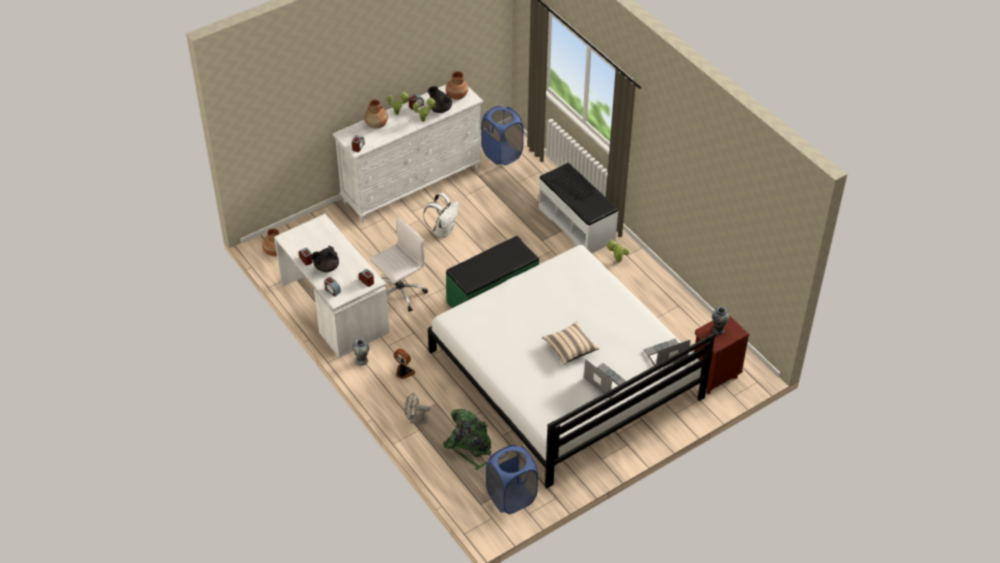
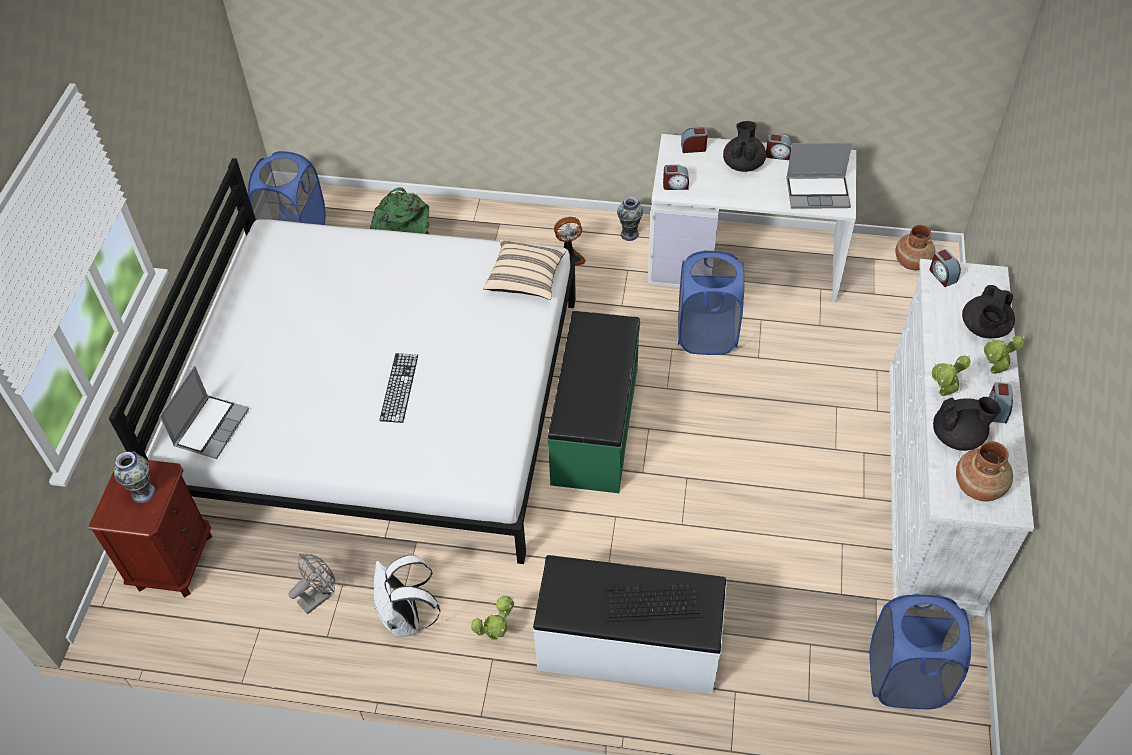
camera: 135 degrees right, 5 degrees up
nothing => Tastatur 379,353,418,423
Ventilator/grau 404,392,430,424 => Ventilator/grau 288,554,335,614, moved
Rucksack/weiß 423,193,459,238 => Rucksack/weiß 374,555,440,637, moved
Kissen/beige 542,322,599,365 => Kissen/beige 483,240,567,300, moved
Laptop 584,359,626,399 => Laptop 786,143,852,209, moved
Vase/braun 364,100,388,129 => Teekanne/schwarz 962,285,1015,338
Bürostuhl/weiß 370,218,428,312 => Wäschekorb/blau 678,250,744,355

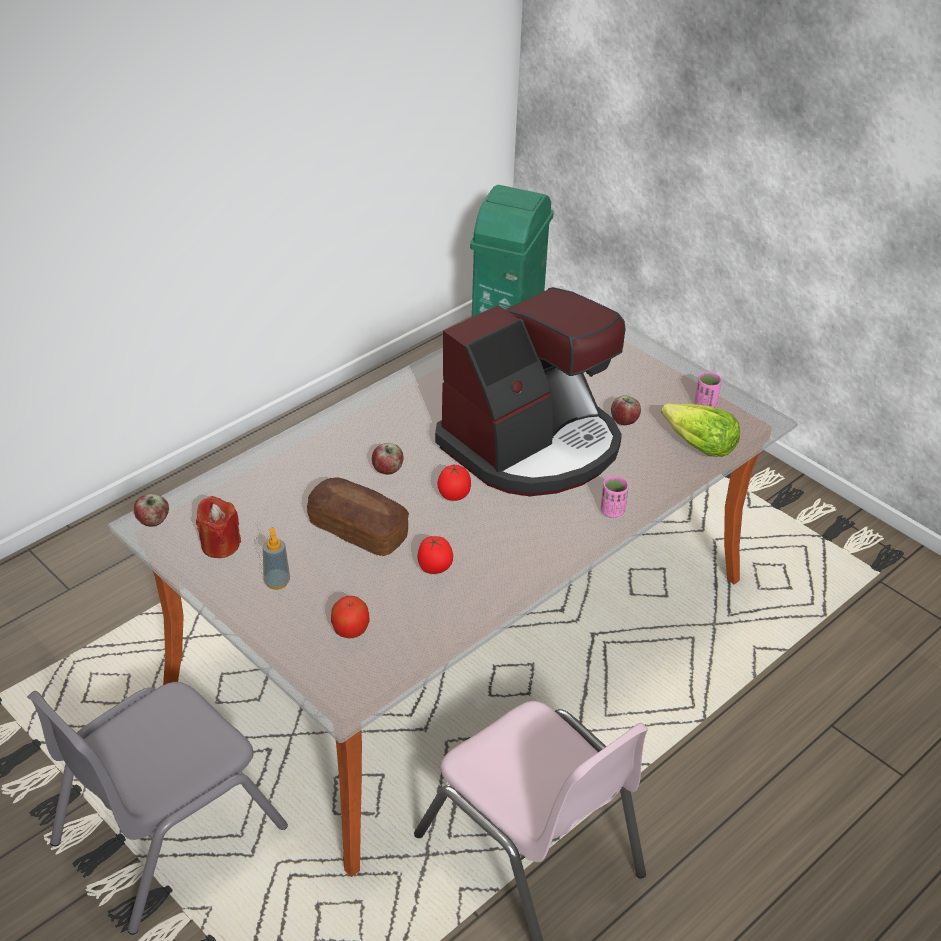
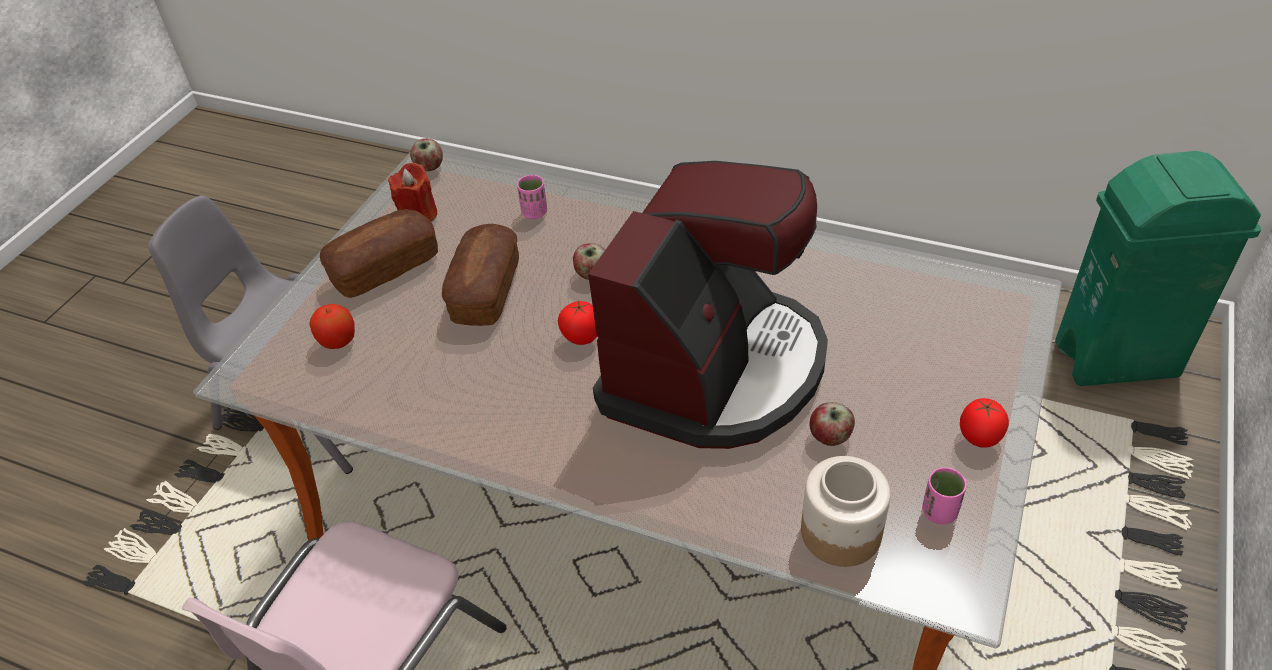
camera: 70 degrees right, 5 degrees up
Tomate 418,536,453,574 => Tomate 960,398,1009,448, moved
Tasse/rosa 601,476,629,517 => Tasse/rosa 517,175,547,219, moved
Seifenspender 263,528,290,590 => Brot 320,209,438,298
Salatkopf 661,403,740,457 => Vorratsglas 801,456,891,567
Kaffeemaschine 435,287,626,496 => Kaffeemaschine 588,161,828,449, 90 degrees counterclockwise

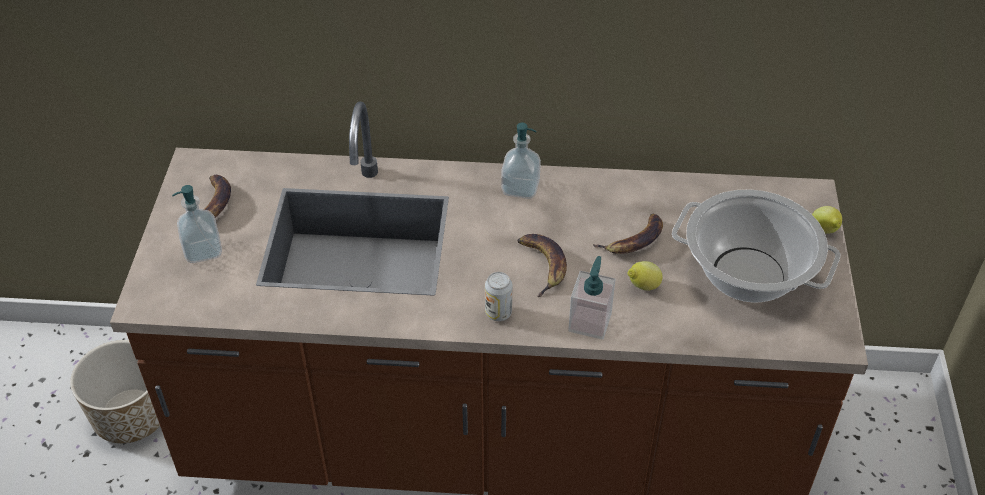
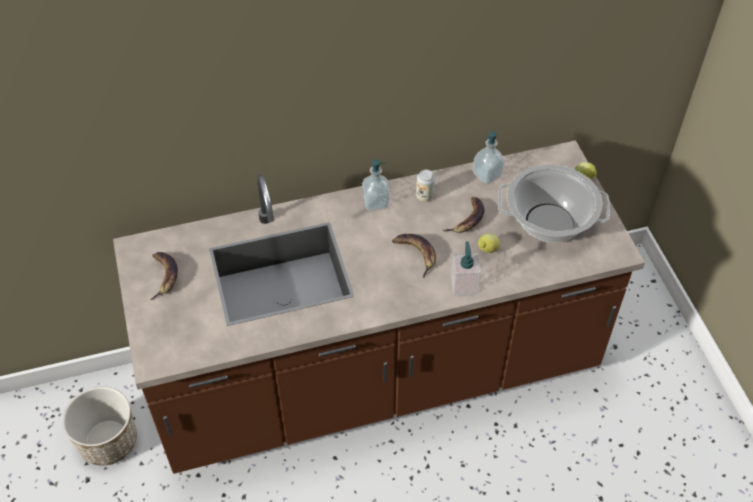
camera: 20 degrees left, 5 degrees up
Seifenspender 172,185,222,263 => Seifenspender 473,131,505,184, moved
Dose 485,272,512,321 => Dose 416,170,435,202, moved

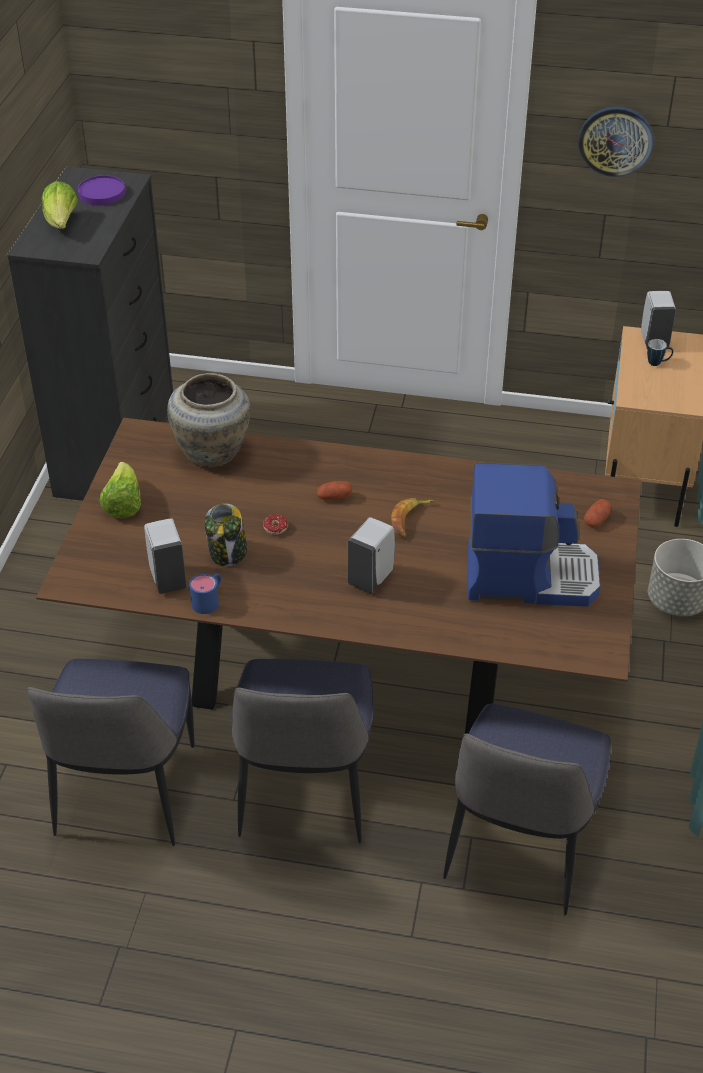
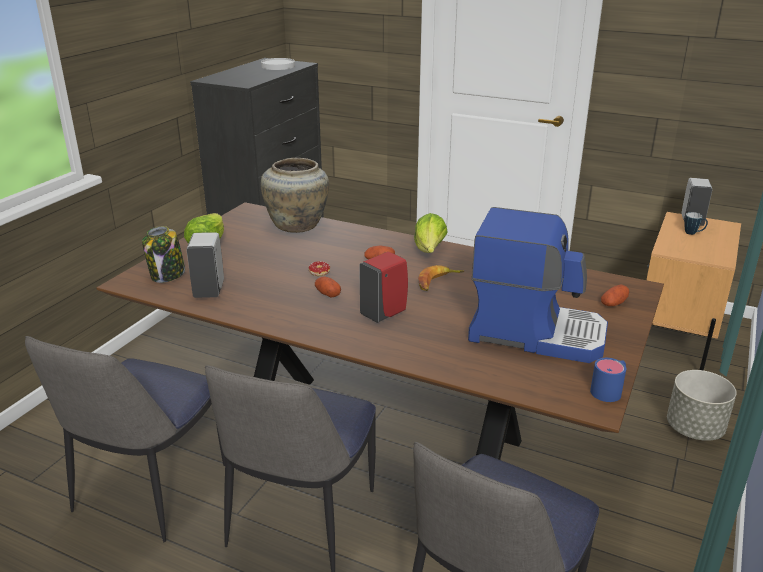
camera: 15 degrees right, 15 degrees down
Wanduhr 578,106,653,177 => nothing
nothing => Kartoffel 315,277,341,298
Salatkopf 42,181,78,229 => Salatkopf 414,213,448,253, moved
Henkelbecher/blau 189,573,221,614 => Henkelbecher/blau 590,358,626,402, moved
Vorratsglas 204,504,247,567 => Vorratsglas 142,226,185,283, moved
Teller/lila 78,175,125,206 => Teller/weiß 261,58,295,70
Seifenspender/weiß 348,517,395,594 => Seifenspender/rot 359,252,408,323

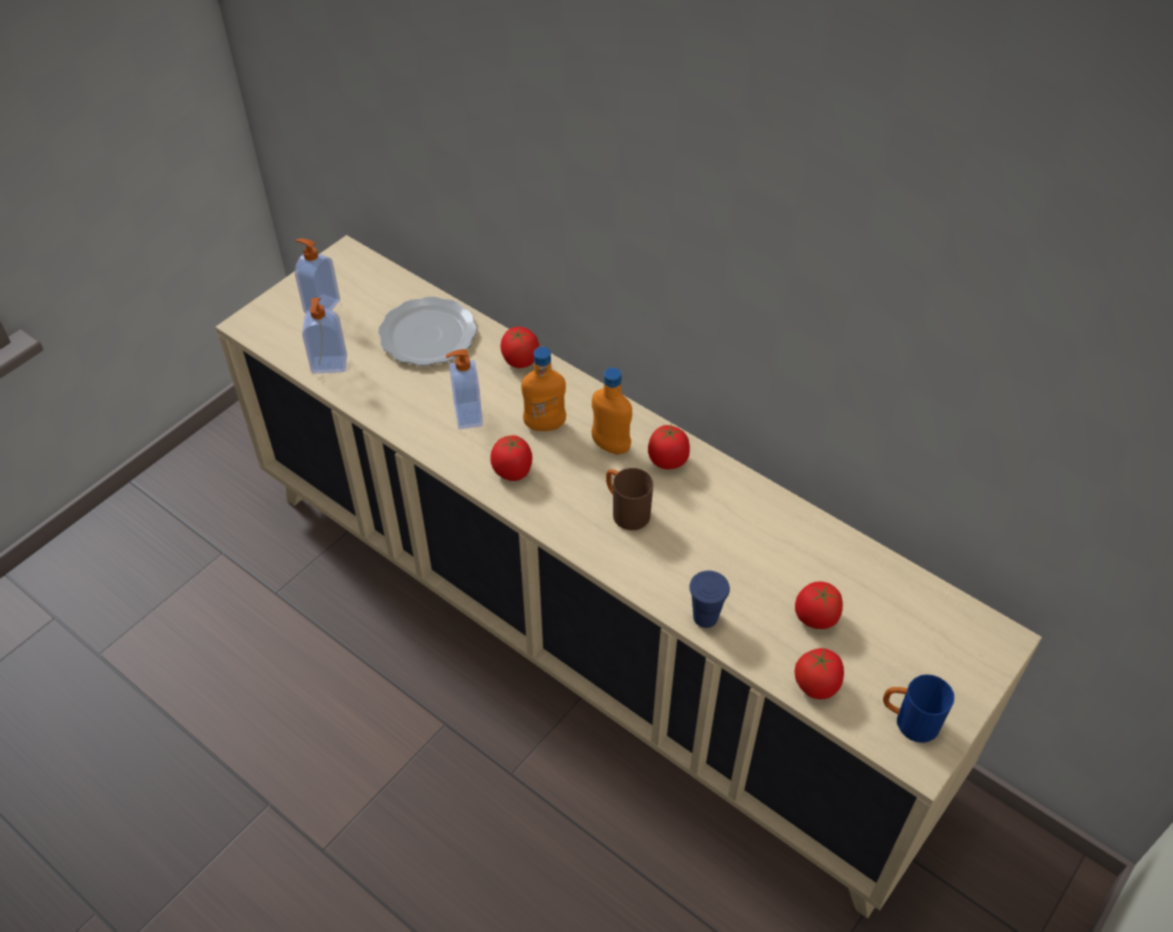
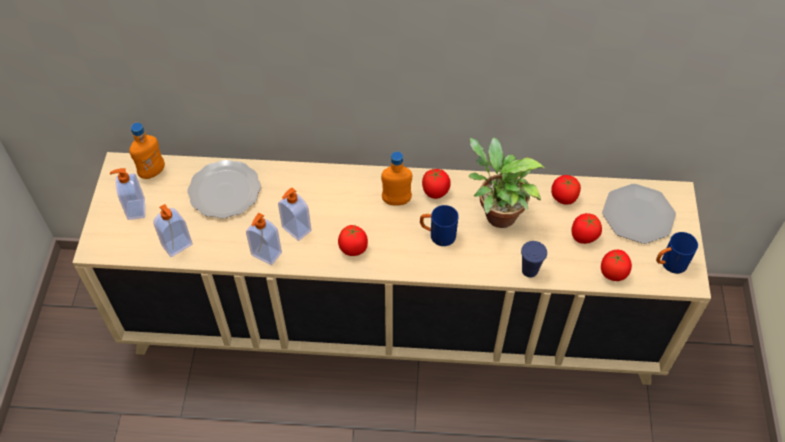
camera: 35 degrees left, 5 degrees up
nothing => Seifenspender 246,213,282,265
nothing => Topfpflanze 469,137,545,228
nothing => Teller 602,184,676,244
Tomate 500,327,539,368 => Tomate 551,175,581,204, moved
Flasche/orange 521,347,566,431 => Flasche/orange 129,123,165,179, moved
Henkelbecher/braun 606,468,653,530 => Henkelbecher/blau 420,205,459,246

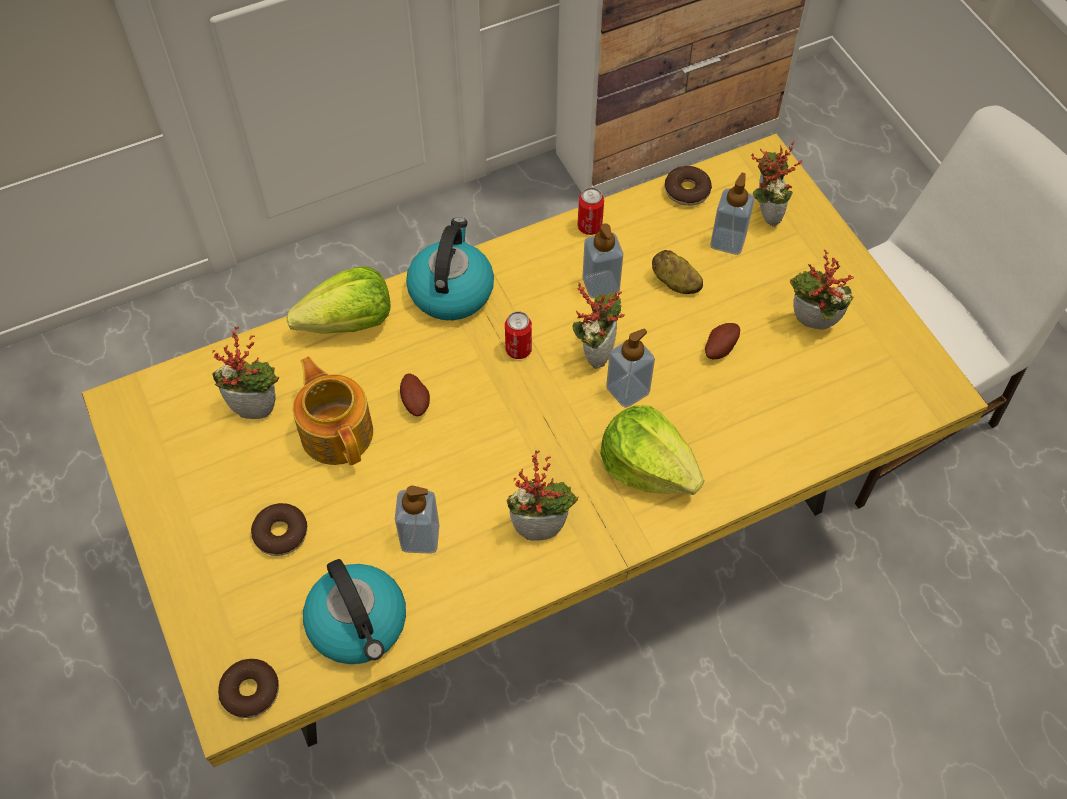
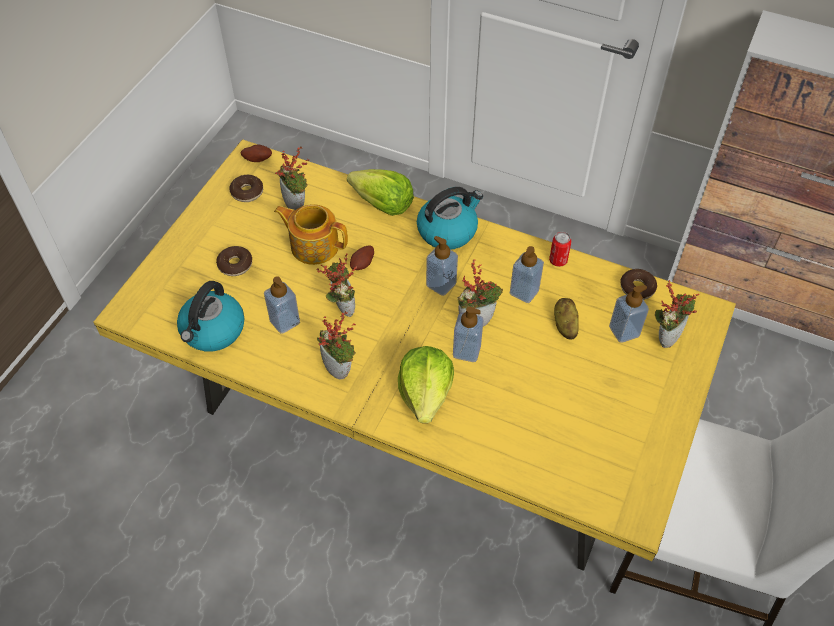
camera: 50 degrees right, 5 degrees down
Donut 218,659,279,718 => Donut 229,175,263,202, moved
Kartoffel 705,323,740,359 => Kartoffel 241,144,272,162, moved
Topfpflanze 790,249,854,330 => Topfpflanze 317,253,357,317, moved
Dose 505,312,532,359 => Seifenspender 426,236,458,296
Teekanne 293,356,373,465 => Teekanne 274,204,348,265, 90 degrees counterclockwise

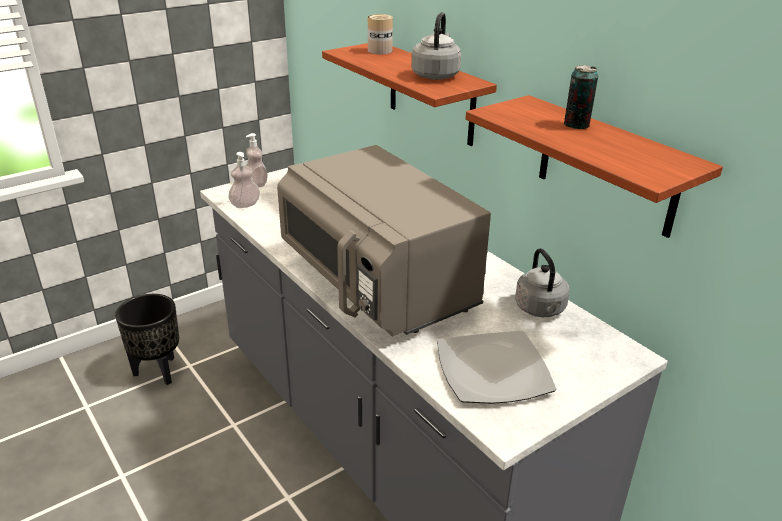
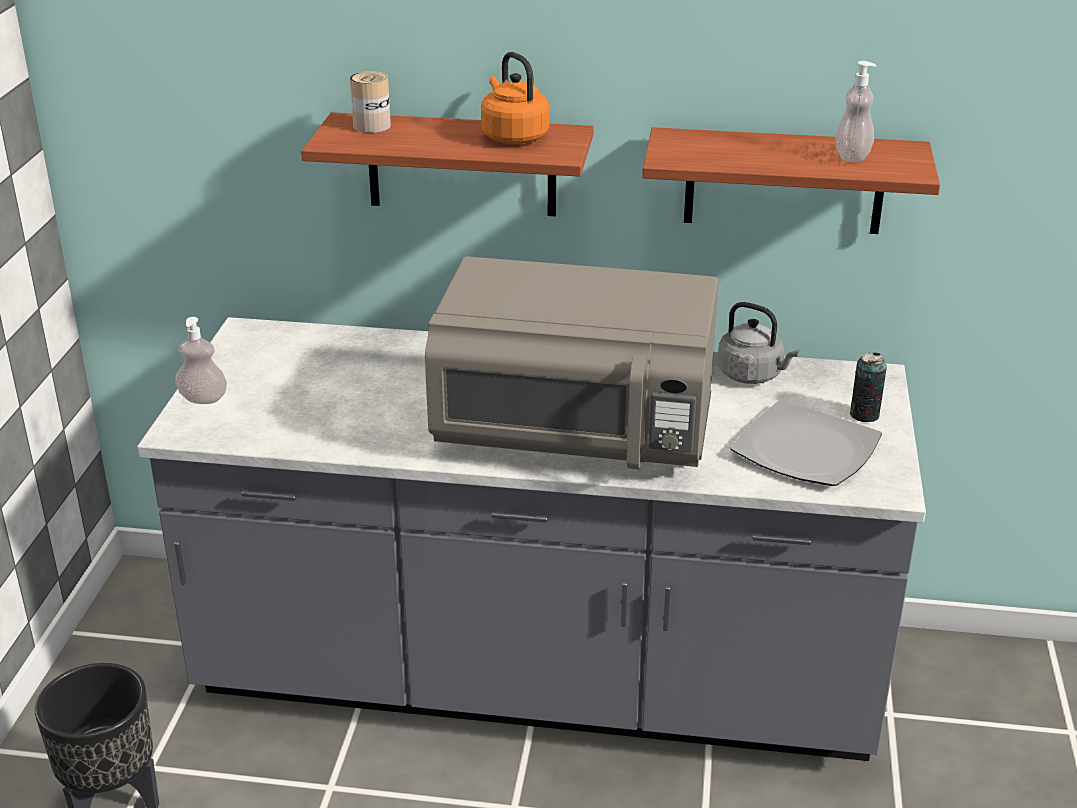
camera: 45 degrees left, 0 degrees up
Seifenspender 228,152,260,208 => Seifenspender 835,61,876,162, moved
Dose 564,65,598,129 => Dose 850,352,887,422, moved
Wasserkessel/grau 412,12,461,80 => Wasserkessel/orange 481,52,550,144

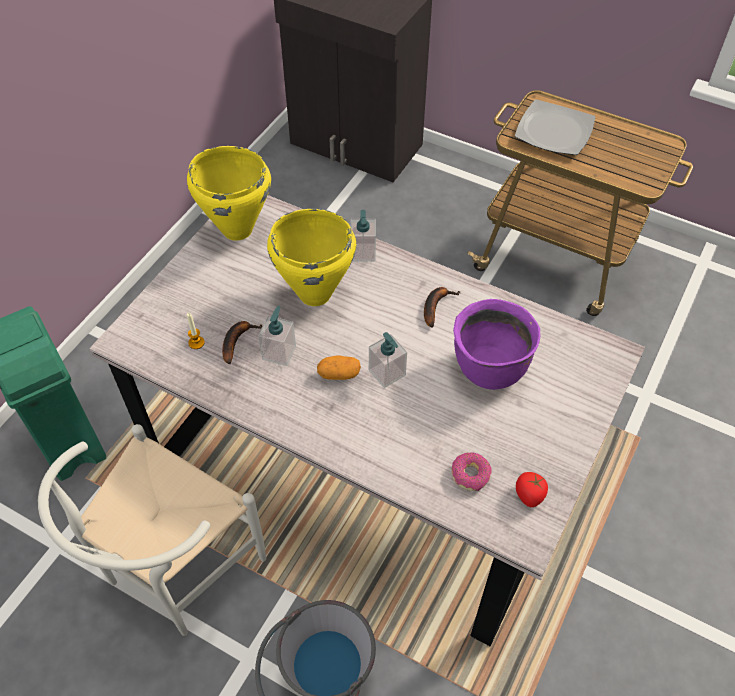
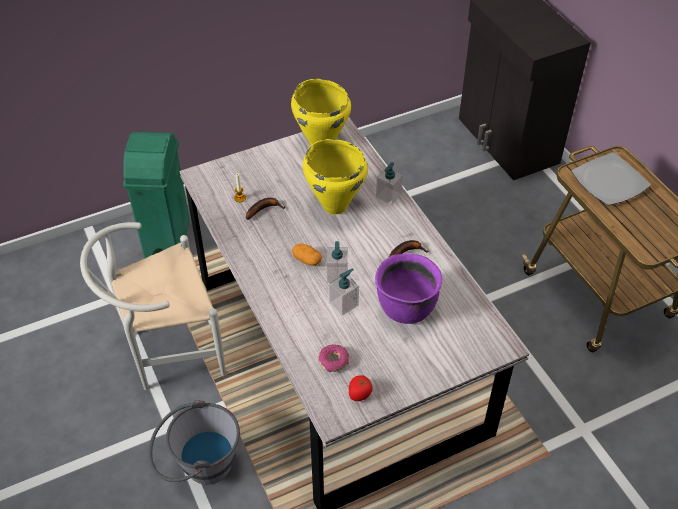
camera: 35 degrees right, 5 degrees down
Seifenspender 258,306,296,366 => Seifenspender 329,269,359,316, moved

